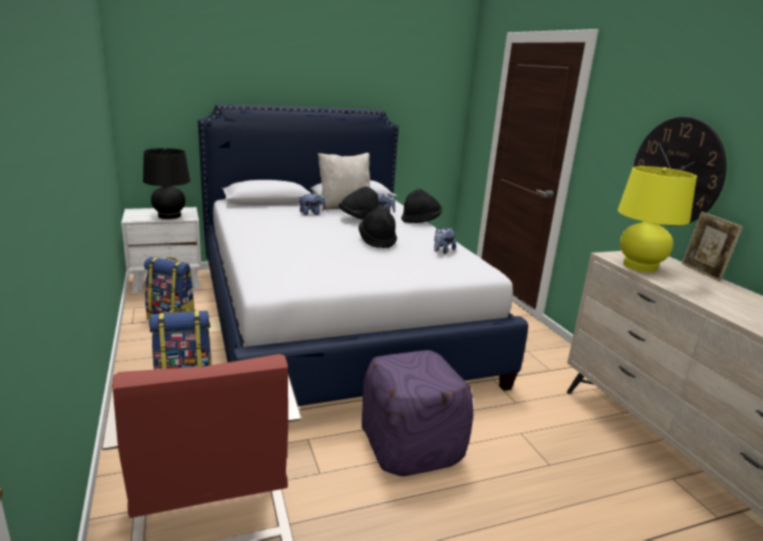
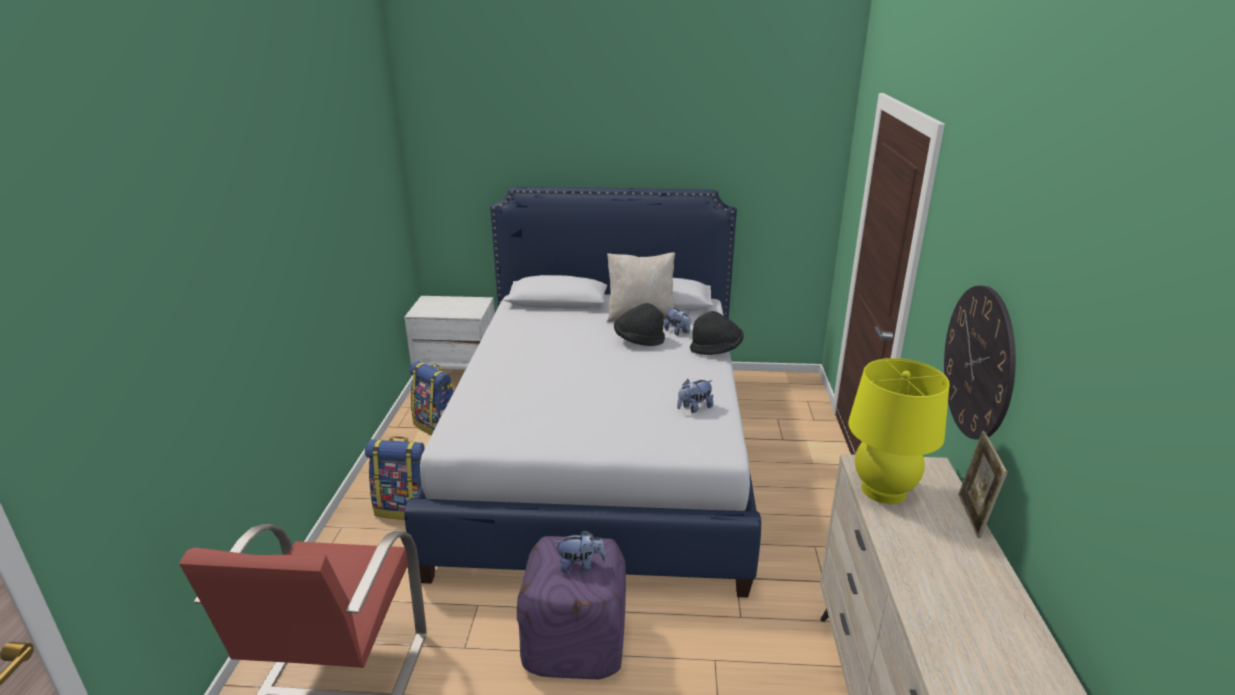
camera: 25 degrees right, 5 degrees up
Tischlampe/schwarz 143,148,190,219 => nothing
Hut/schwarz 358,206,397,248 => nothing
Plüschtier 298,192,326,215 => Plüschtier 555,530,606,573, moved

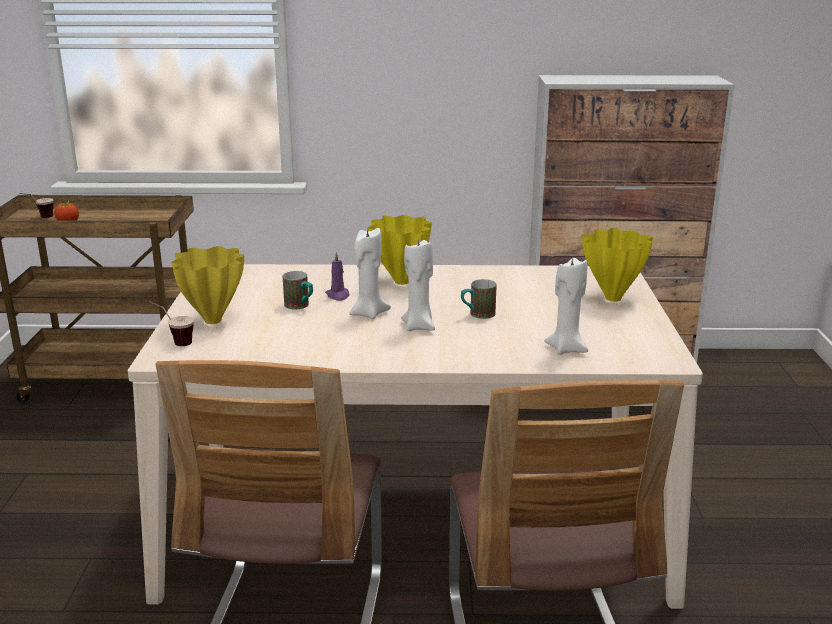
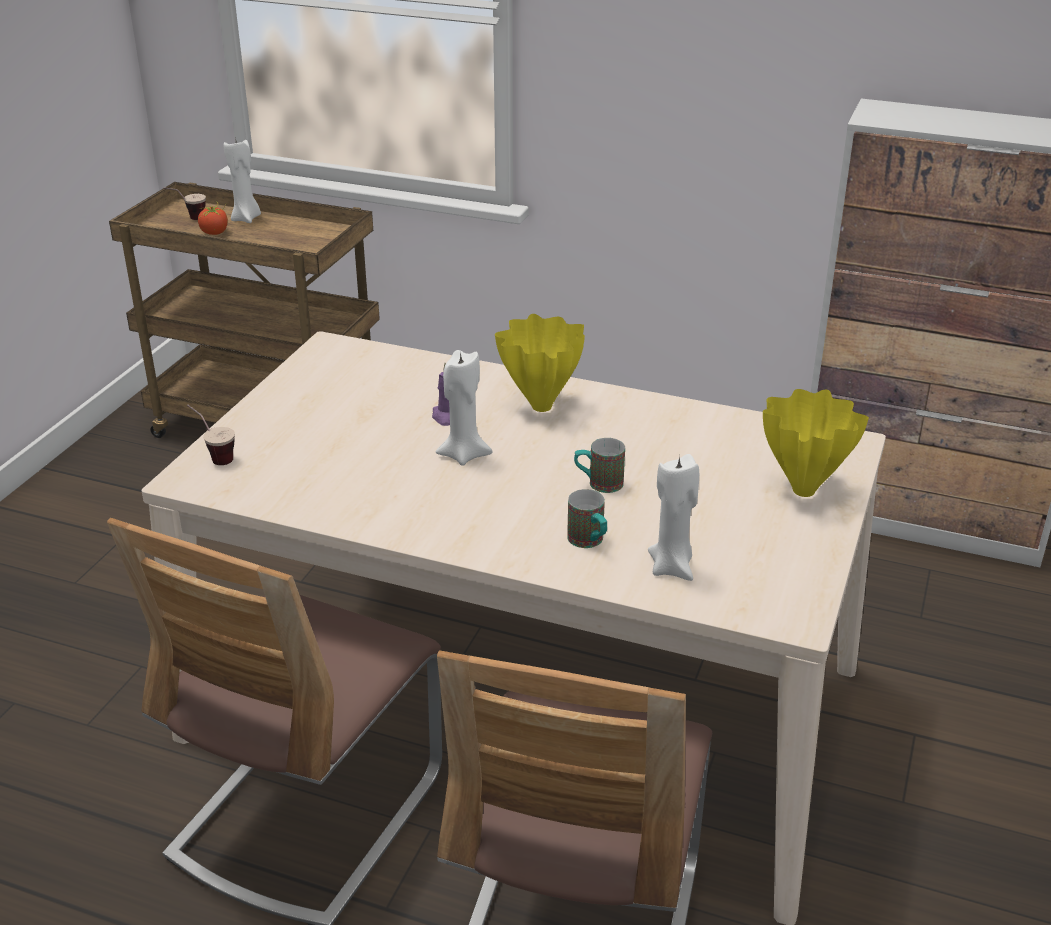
camera: 20 degrees right, 10 degrees up
Vase/gelb 171,246,244,324 => nothing
Henkelbecher 283,271,313,309 => Henkelbecher 567,489,607,548, moved
Kerze/weiß 401,238,435,331 => Kerze/weiß 224,137,261,223, moved

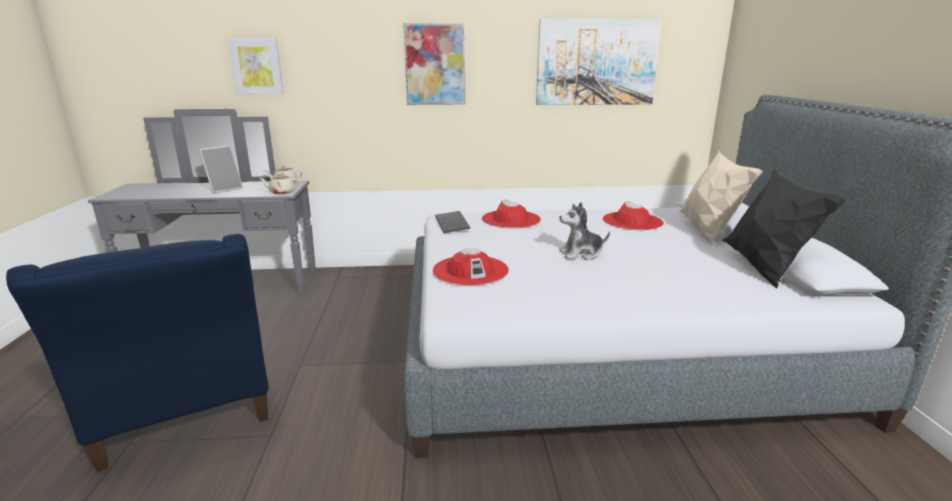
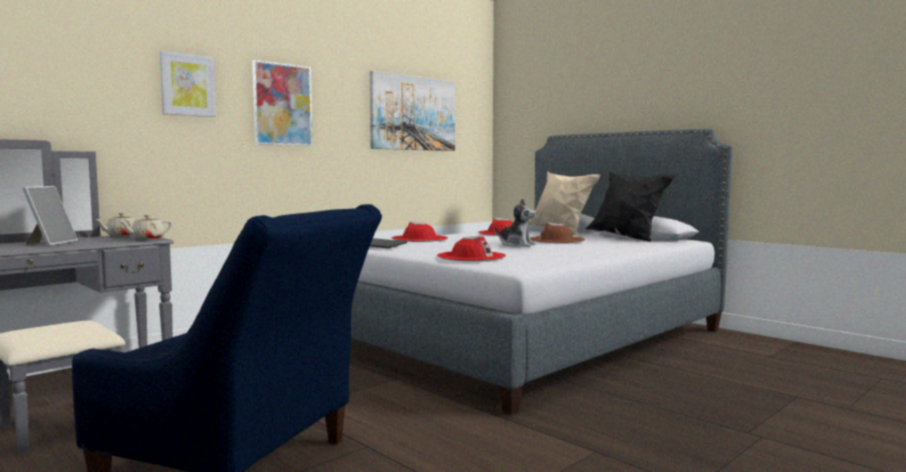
camera: 40 degrees left, 15 degrees down
nothing => Hut/braun 530,223,585,243
Bild 228,39,284,94 => Bild 160,51,216,117, moved
Plüschtier 559,202,610,260 => Plüschtier 494,198,537,247, 105 degrees counterclockwise

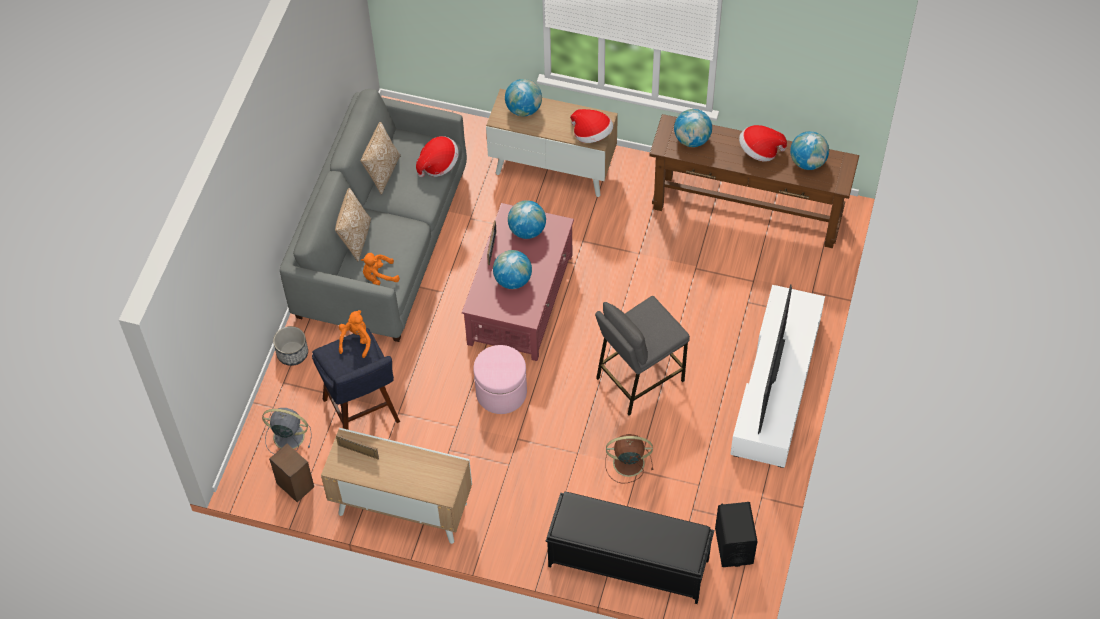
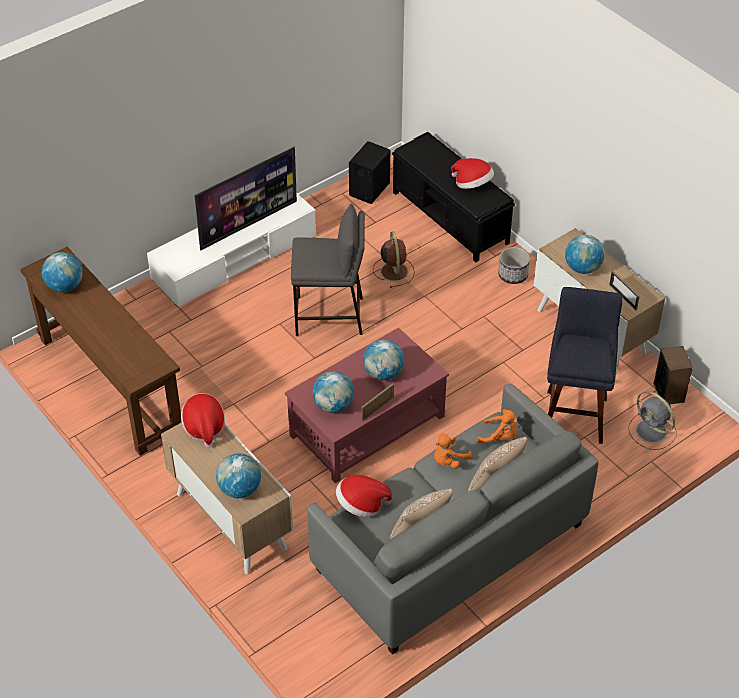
camera: 145 degrees left, 10 degrees down
Polsterhocker/rosa 473,345,527,414 => nothing
Pflanzkübel 273,326,308,366 => Pflanzkübel 498,247,530,284, moved
Plüschtier/orange 339,310,371,358 => Plüschtier/orange 434,433,472,469, moved
Globus 674,109,712,147 => Globus 565,235,605,274, moved
Hut 739,125,787,162 => Hut 451,158,494,189, moved
Ventilator/braun 605,434,653,483 => Ventilator/braun 373,231,415,288, 135 degrees counterclockwise

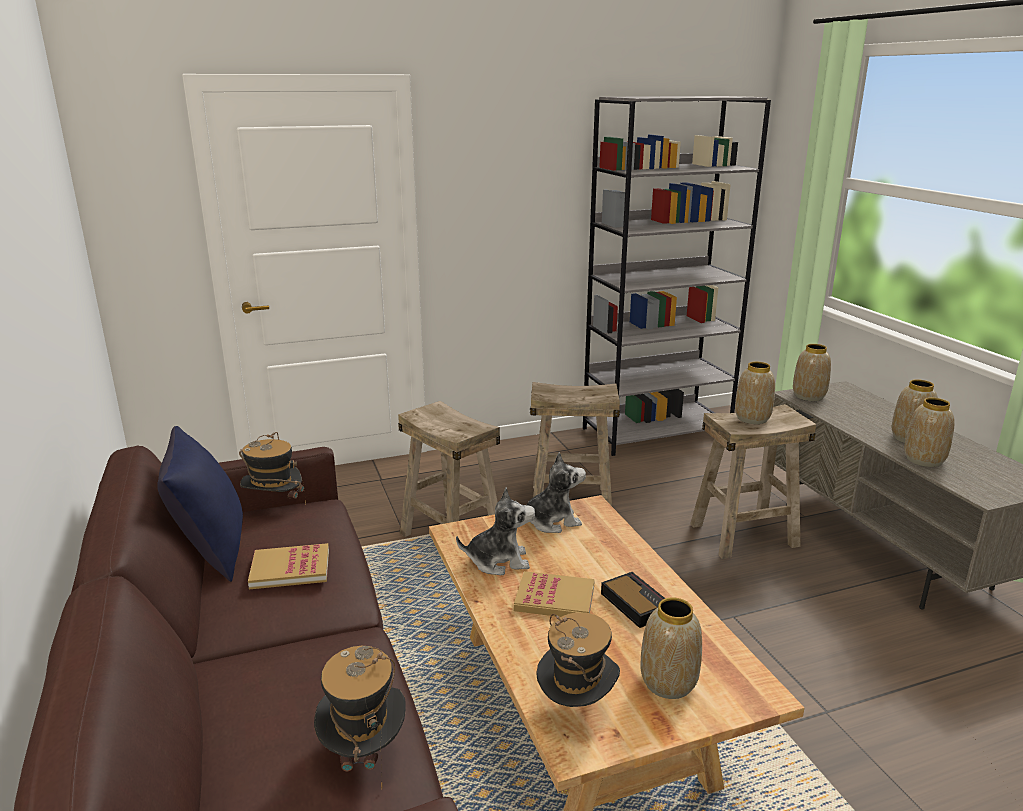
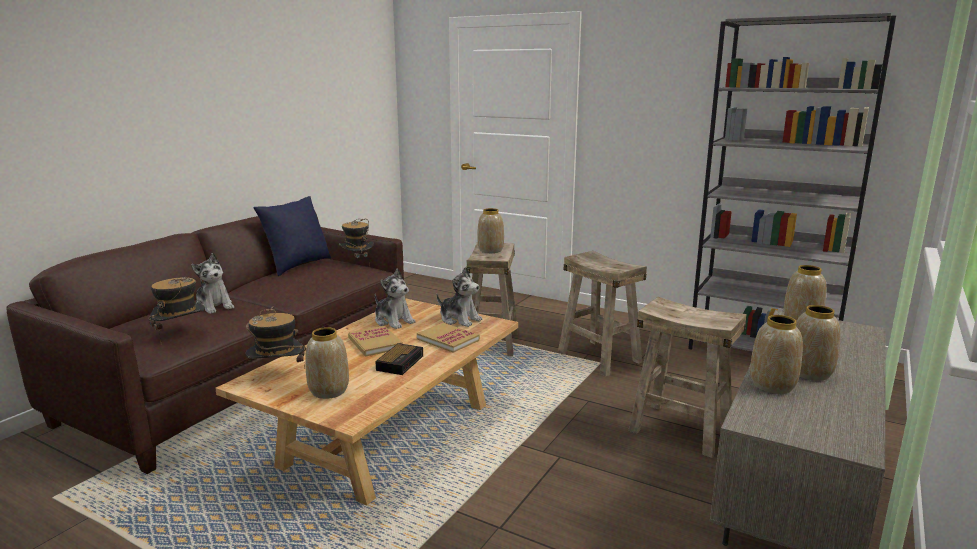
camera: 50 degrees right, 5 degrees down
nothing => Plüschtier 191,253,234,314
Buch 248,543,329,589 => Buch 417,323,480,353, moved
Vase 735,362,775,424 => Vase 477,208,504,253, moved

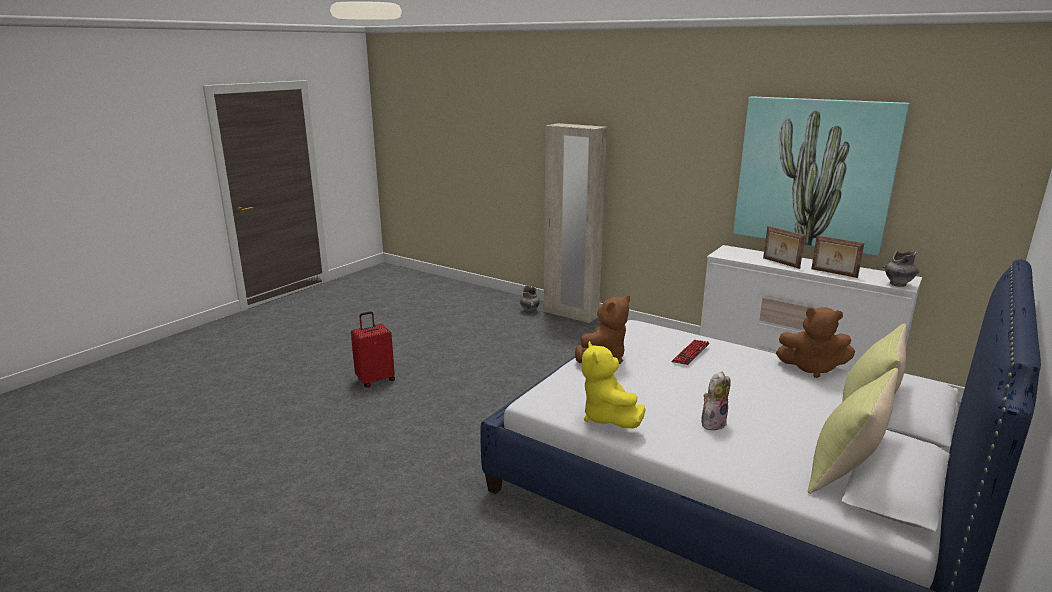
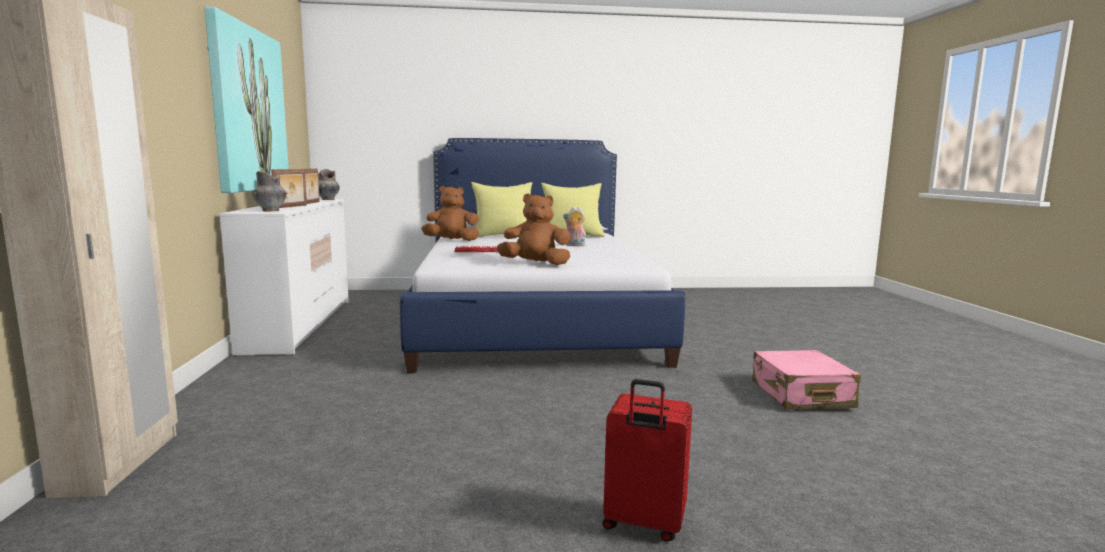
camera: 130 degrees left, 10 degrees down
Plüschtier/gelb 582,341,645,428 => nothing
nothing => Koffer/rosa 752,350,861,409
Vase/grau 520,285,540,313 => Vase/grau 252,171,288,211, moved
Plüschtier/braun 776,307,855,378 => Plüschtier/braun 421,186,479,241, 75 degrees counterclockwise

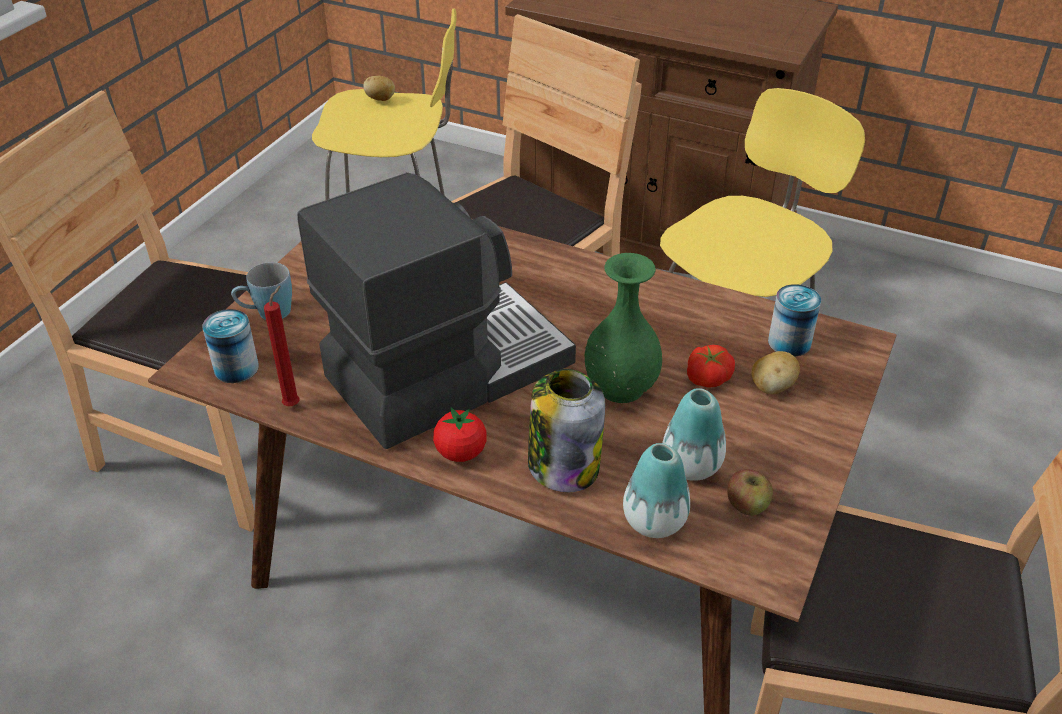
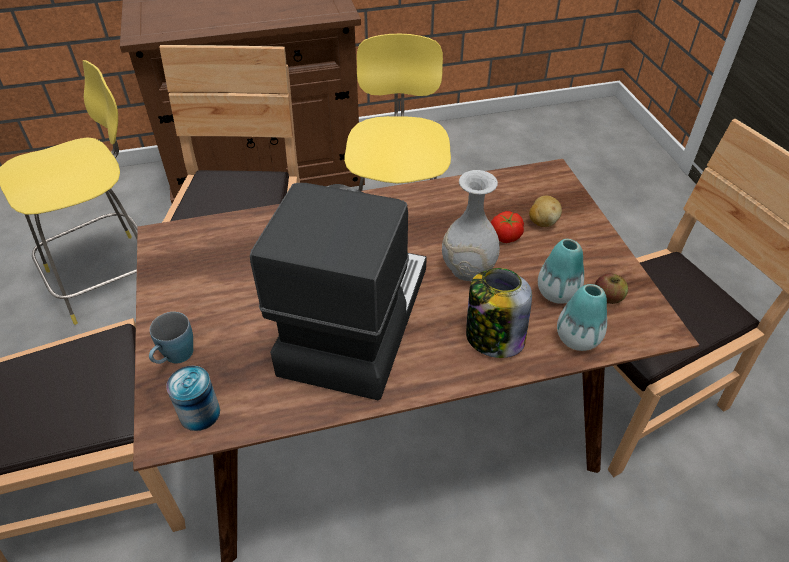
camera: 40 degrees left, 5 degrees up
Kerze/rot 264,286,300,406 => nothing
Kartoffel 363,76,395,101 => nothing
Tomate 433,407,487,462 => nothing
Dose 768,284,821,356 => nothing
Vase/grün 585,253,662,403 => Vase/weiß 442,170,500,281

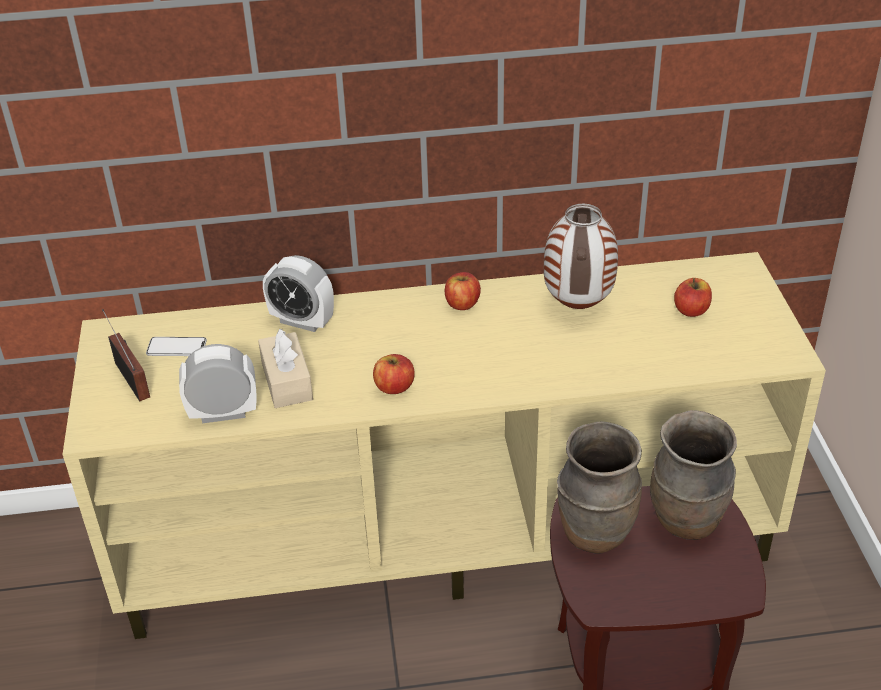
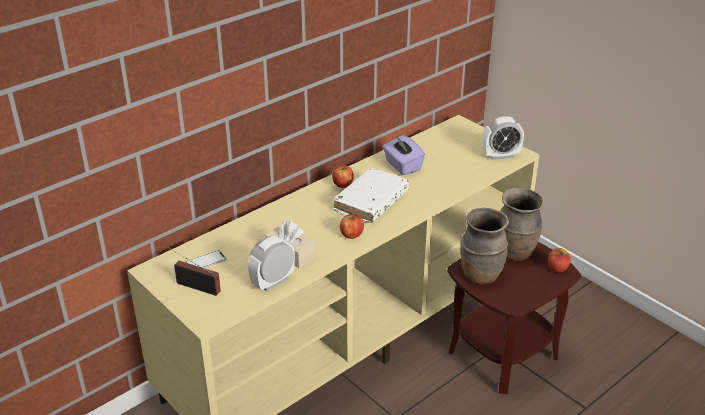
camera: 35 degrees left, 5 degrees down
nothing => Buch/weiß 333,168,409,223
Wecker 263,255,334,332 => Wecker 483,116,524,160, moved
Apfel 674,278,712,317 => Apfel 548,248,571,272, moved
Vase 544,204,618,309 => Taschentuchbox/lila 383,135,425,175

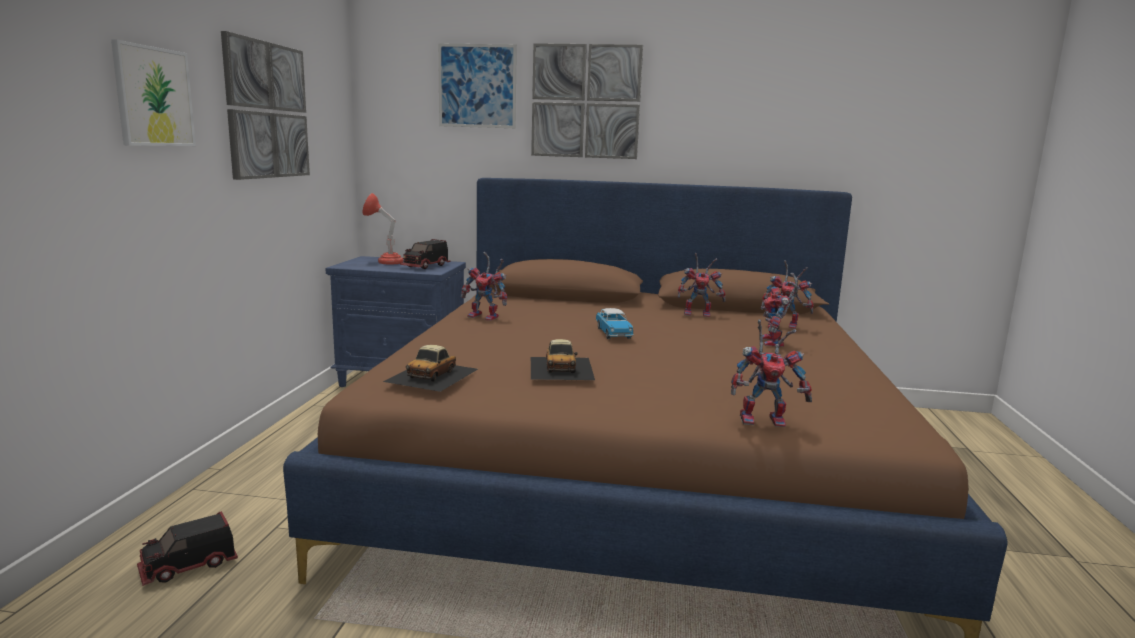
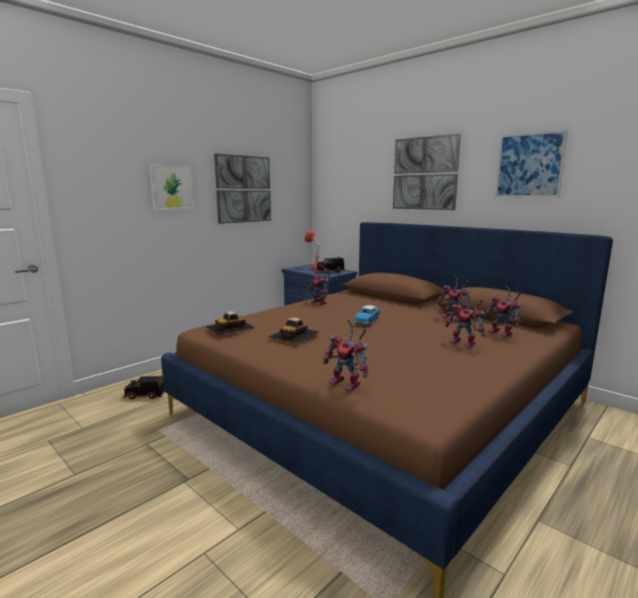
camera: 35 degrees right, 0 degrees up
Bild 438,44,517,128 => Bild 495,130,568,197, moved
Spielzeugroboter 760,273,798,347 => Spielzeugroboter 445,292,485,348, 90 degrees counterclockwise

